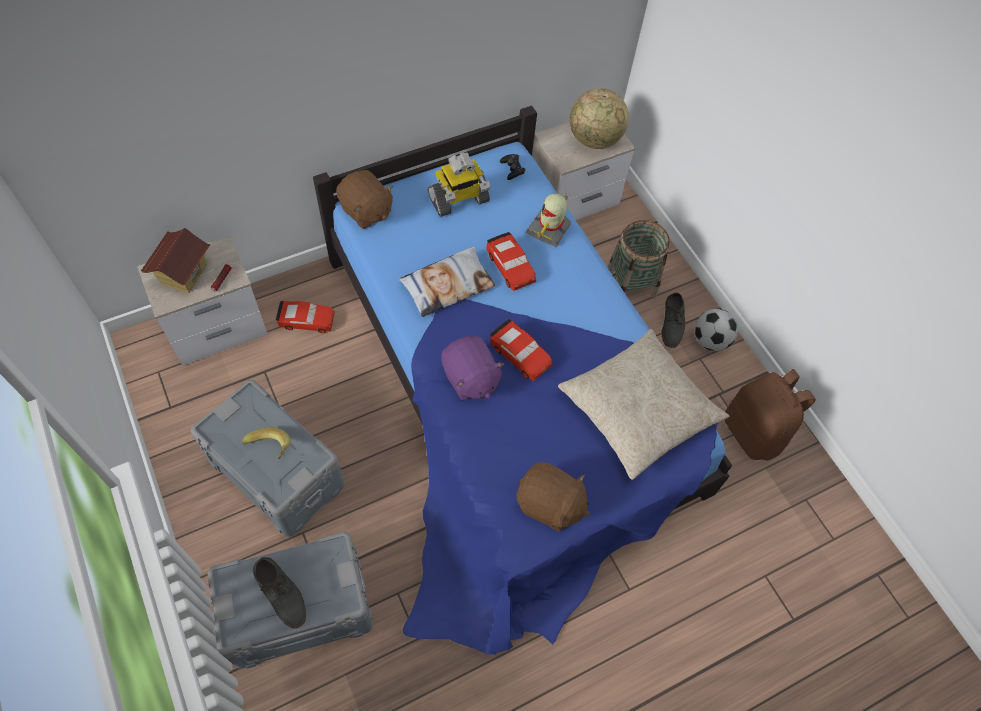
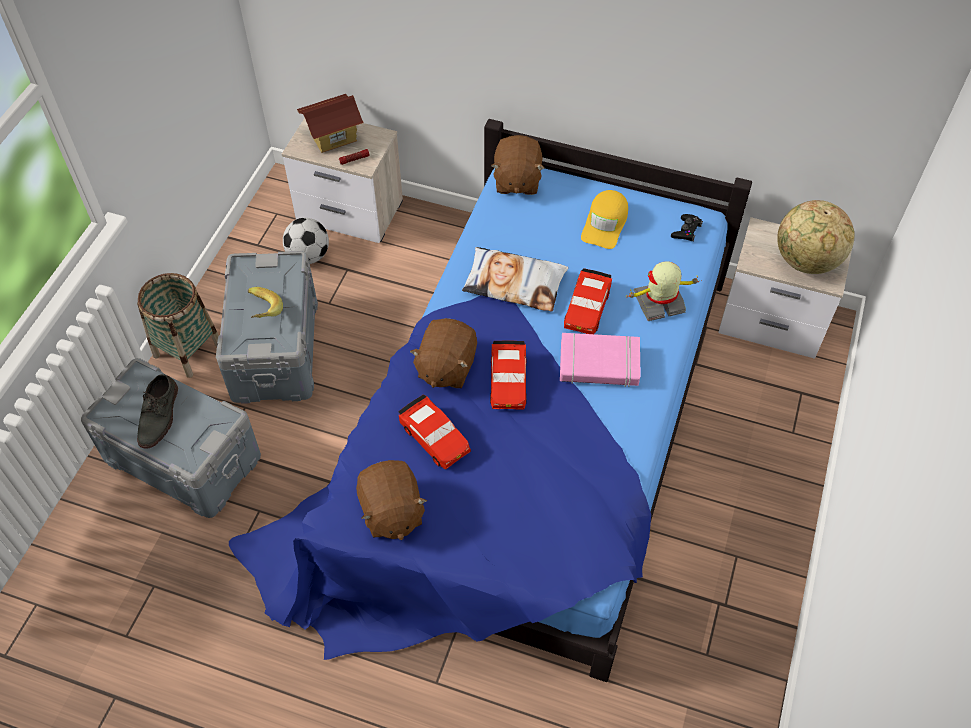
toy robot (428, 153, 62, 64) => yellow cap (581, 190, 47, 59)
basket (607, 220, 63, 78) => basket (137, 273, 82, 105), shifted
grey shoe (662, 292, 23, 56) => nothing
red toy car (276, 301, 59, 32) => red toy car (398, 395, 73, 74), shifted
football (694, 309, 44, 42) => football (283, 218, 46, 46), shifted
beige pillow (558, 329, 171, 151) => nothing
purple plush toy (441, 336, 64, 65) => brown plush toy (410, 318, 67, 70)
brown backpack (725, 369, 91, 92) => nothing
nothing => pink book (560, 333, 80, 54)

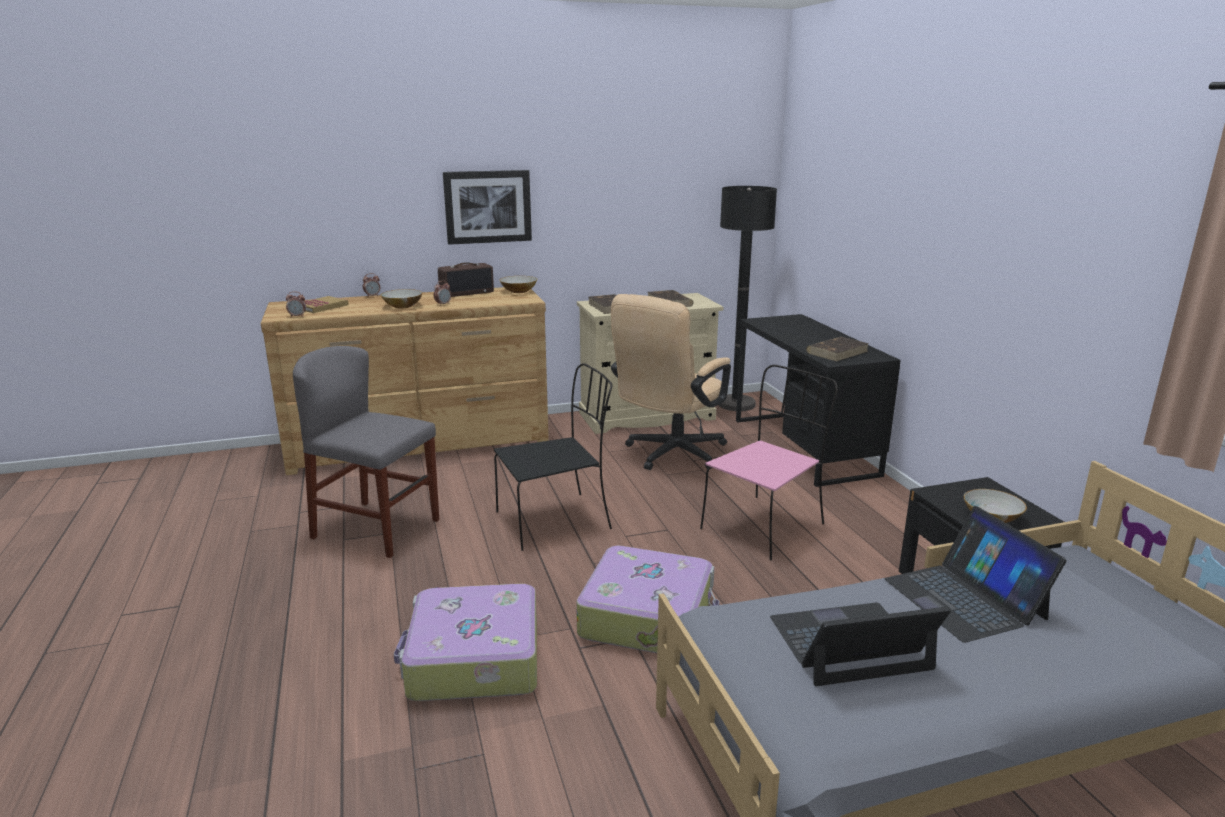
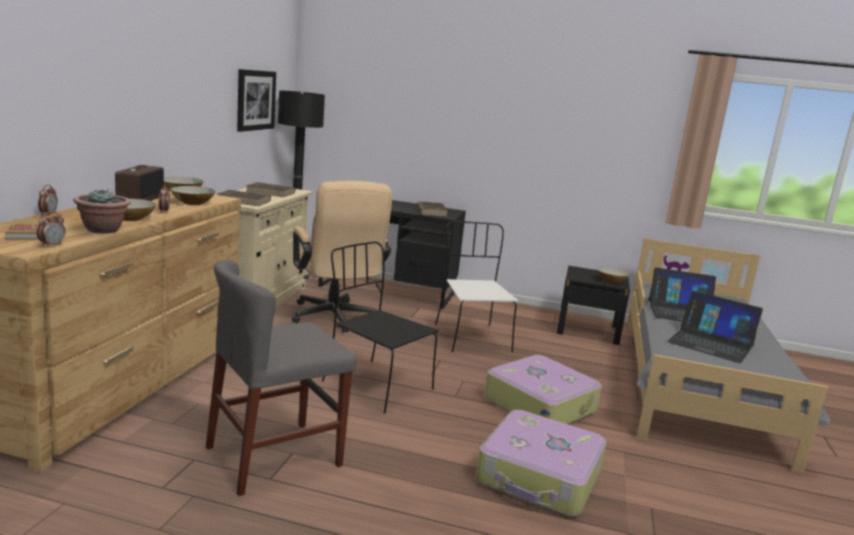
picture (443, 170, 89, 75) => picture (237, 69, 39, 63), shifted
black chair (494, 363, 118, 188) => black chair (322, 242, 116, 171), 60 degrees counterclockwise
pink chair (700, 365, 138, 195) => white chair (435, 221, 83, 131)
laptop (770, 603, 181, 83) => laptop (667, 291, 96, 72), 75 degrees counterclockwise
nothing => bowl (170, 186, 46, 19)
nothing => potted plant (73, 189, 58, 45)

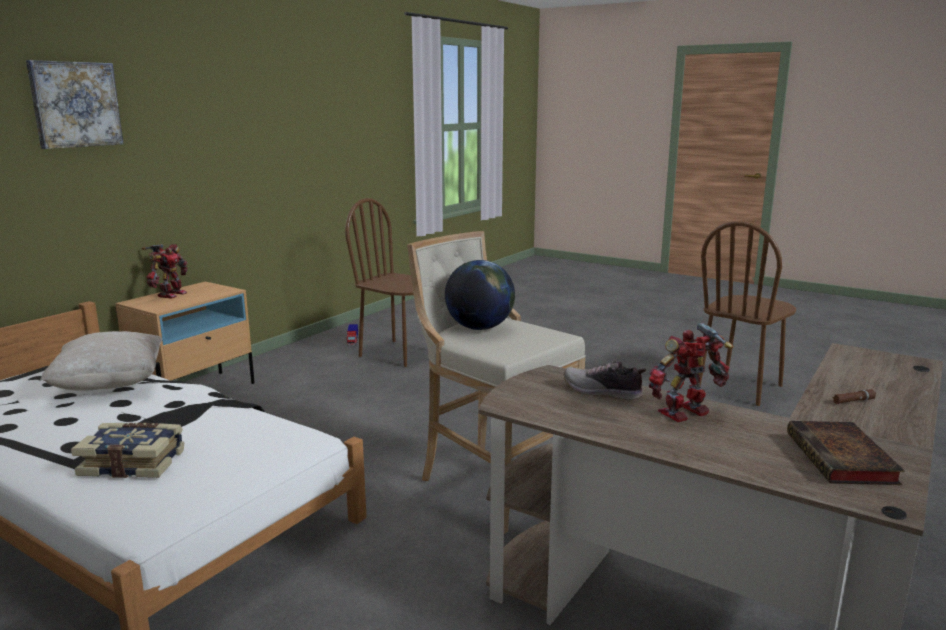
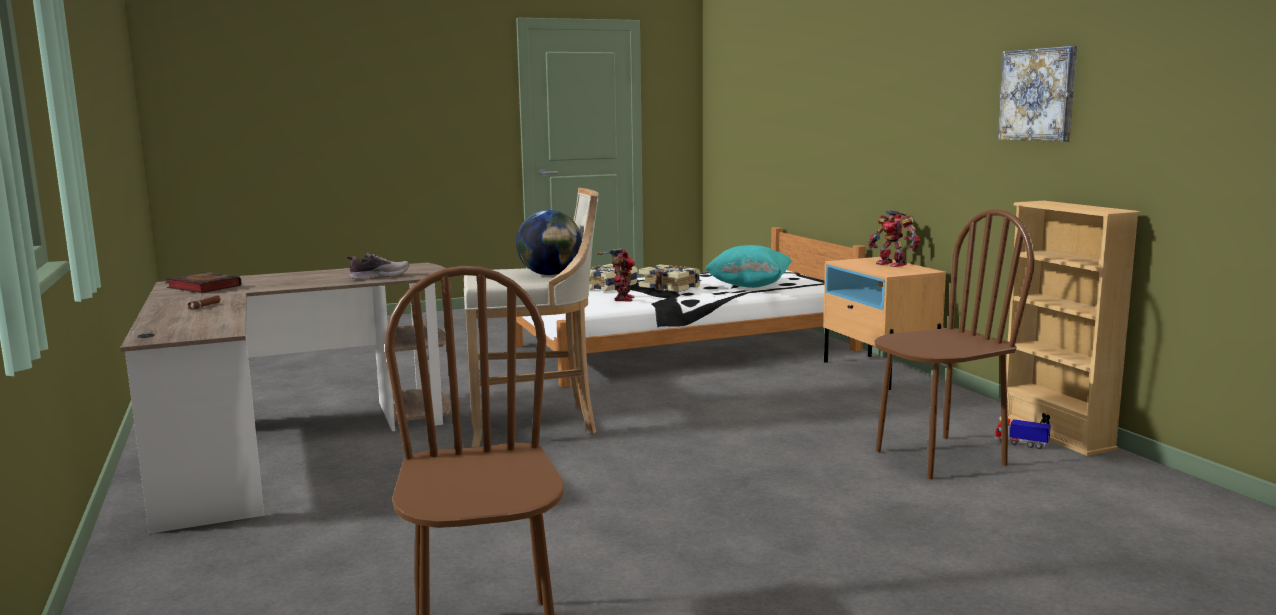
picture (26, 60, 98, 89) => picture (998, 46, 79, 96), shifted
toy robot (649, 323, 85, 99) => toy robot (597, 248, 38, 54), shifted
beige pillow (40, 331, 122, 60) => turquoise pillow (705, 245, 86, 43)
nothing => beige bookcase (999, 201, 141, 255)
nothing => book (639, 265, 61, 27)

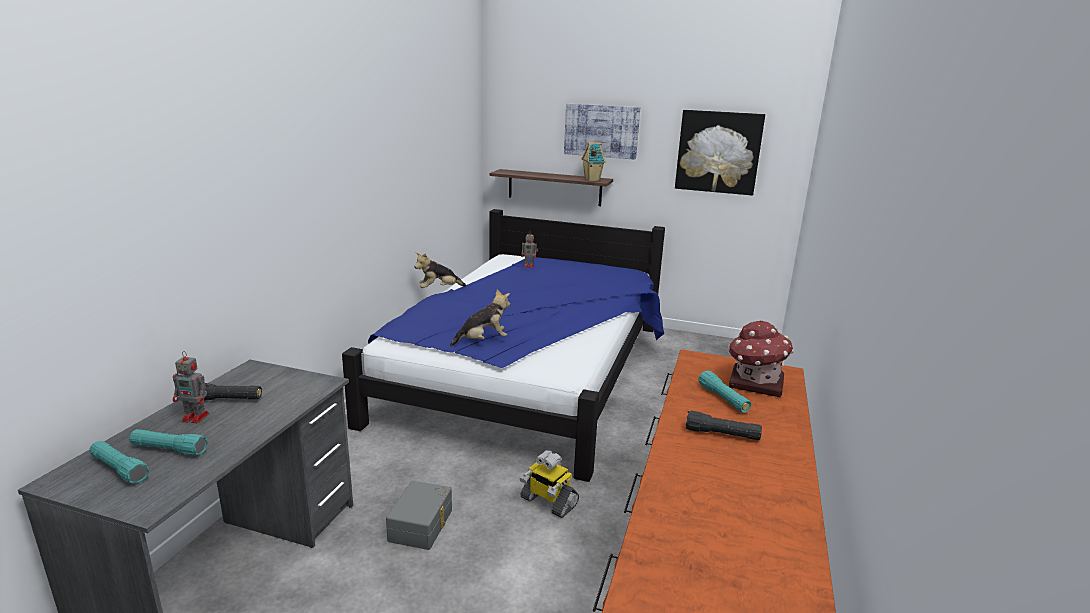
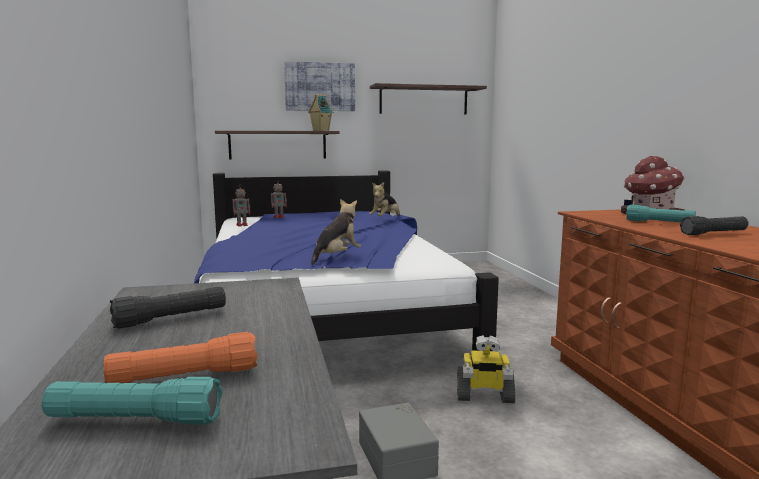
picture (675, 110, 90, 85) => shelf (370, 83, 117, 32)
plush toy (414, 253, 52, 35) => plush toy (369, 182, 31, 34), shifted
toy robot (173, 351, 37, 72) => toy robot (232, 187, 18, 40), shifted
turquoise flashlight (129, 429, 79, 27) => orange flashlight (104, 332, 154, 51)

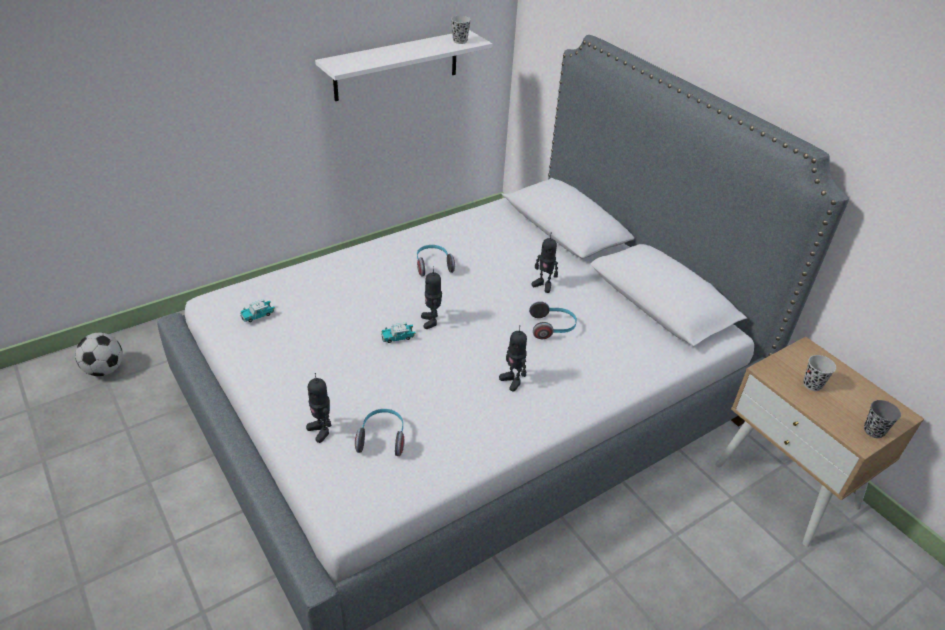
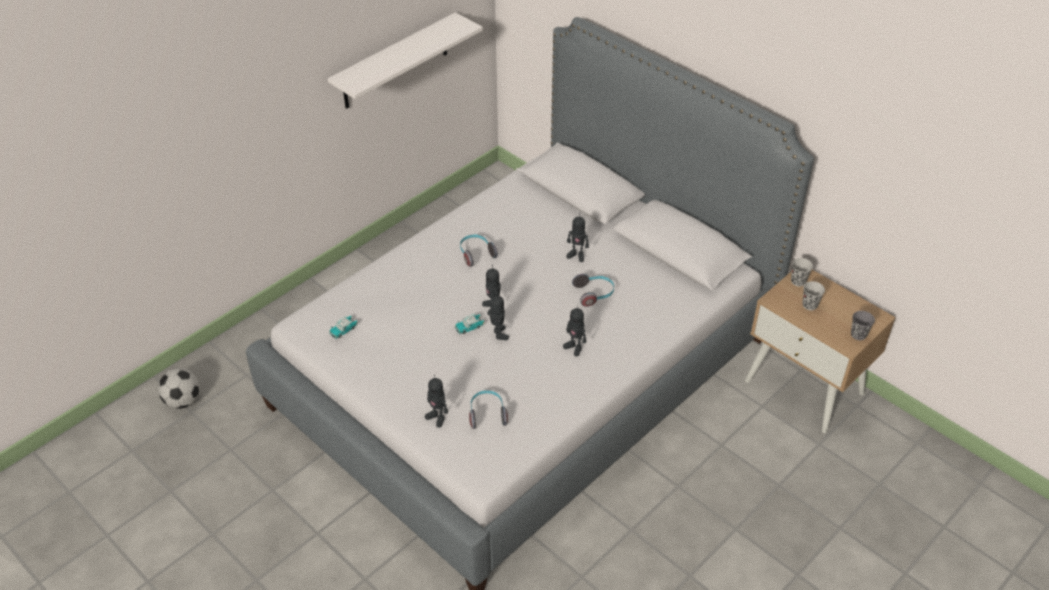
black cup (451, 16, 20, 28) => black cup (791, 258, 22, 28), shifted
nothing => toy robot (489, 292, 20, 48)

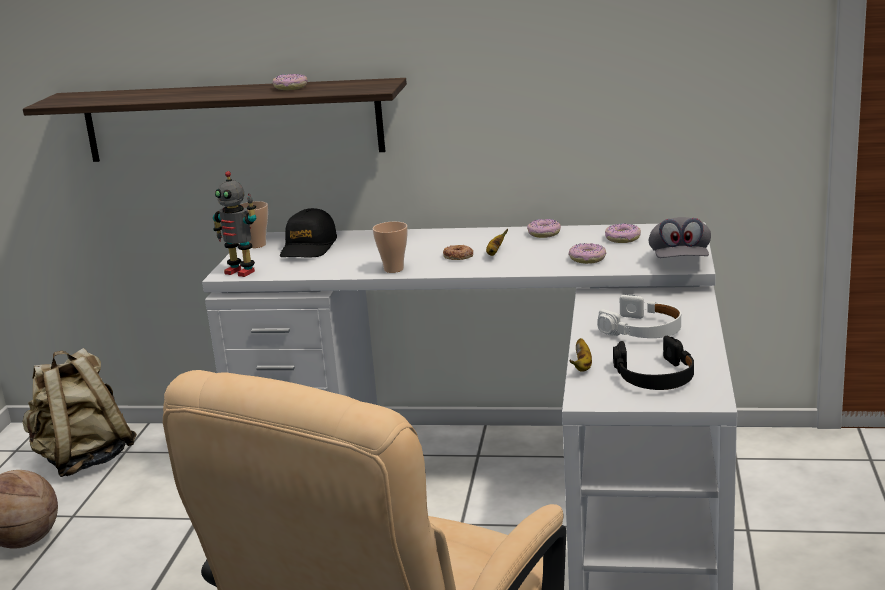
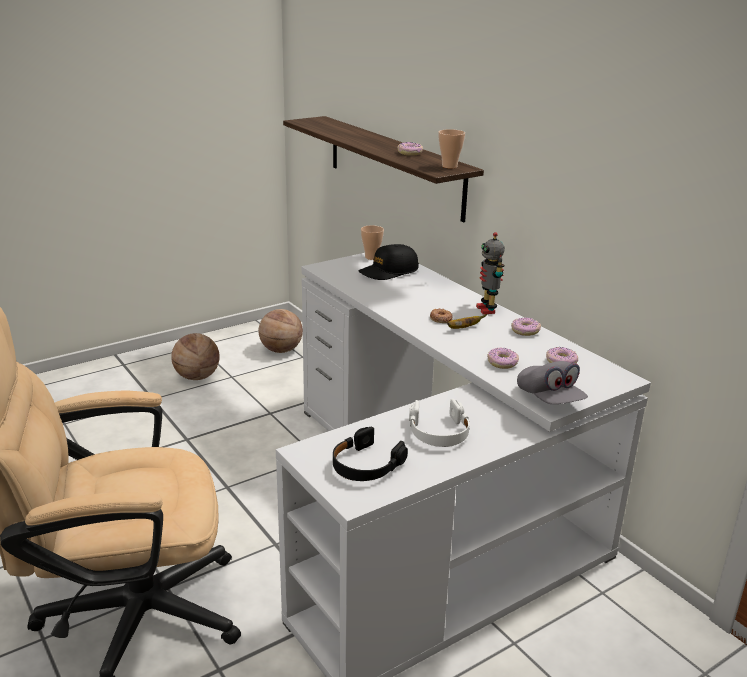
toy robot (213, 171, 43, 106) => toy robot (476, 232, 29, 83), shifted
grey cap (649, 217, 62, 41) => grey cap (517, 361, 71, 43), 75 degrees counterclockwise
cup (372, 222, 36, 51) => cup (438, 129, 27, 39), shifted
banana (569, 338, 23, 34) => nothing
beige backpack (23, 348, 114, 129) => basketball (259, 309, 44, 44)

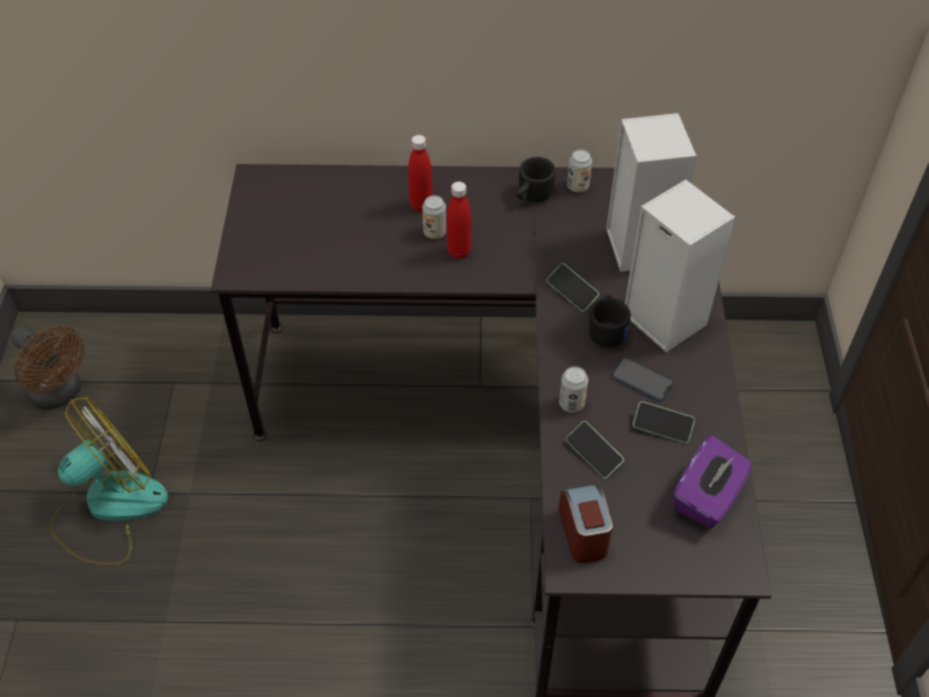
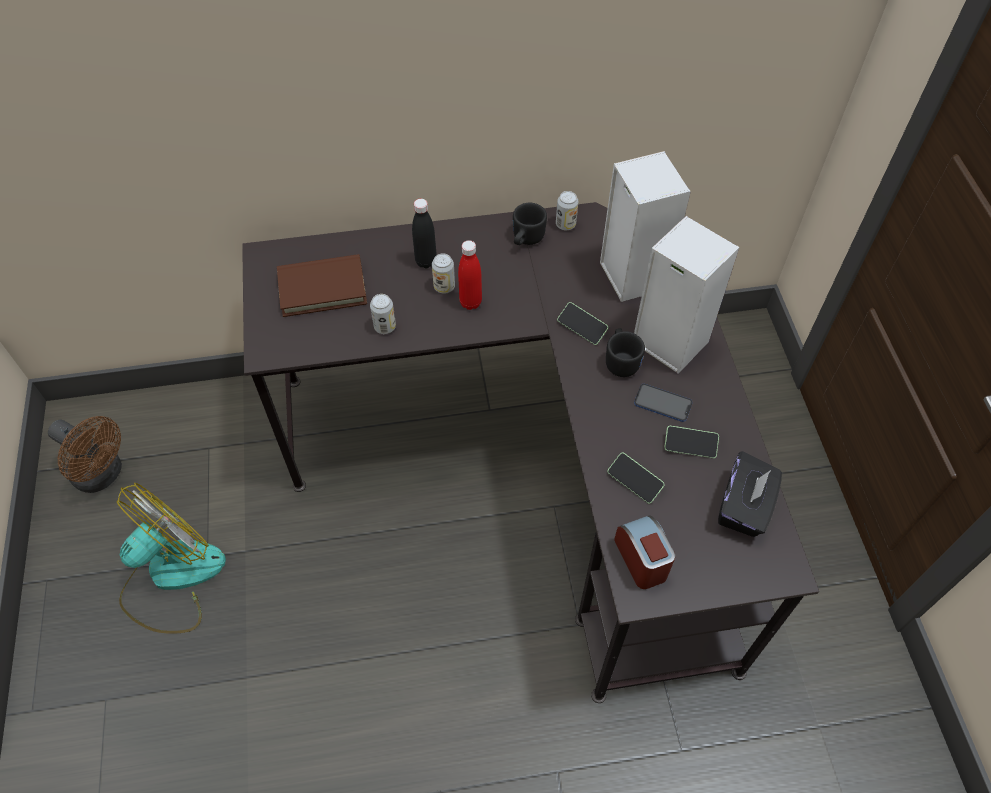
red bottle (408, 135, 25, 77) => black bottle (412, 199, 25, 69)
can (559, 366, 29, 47) => can (370, 294, 26, 40), shifted
purple tissue box (673, 435, 79, 93) => black tissue box (718, 451, 64, 86)
nothing => brown book (277, 254, 90, 63)

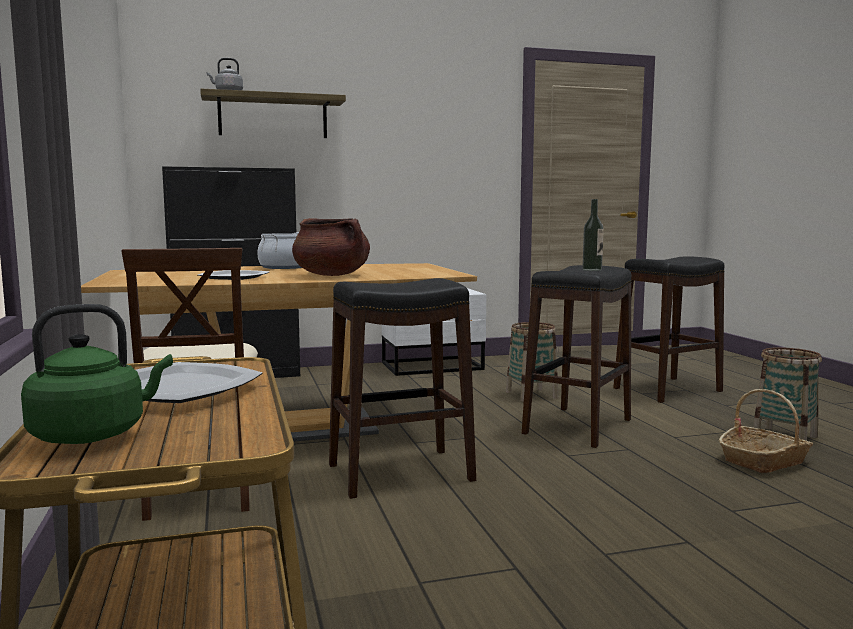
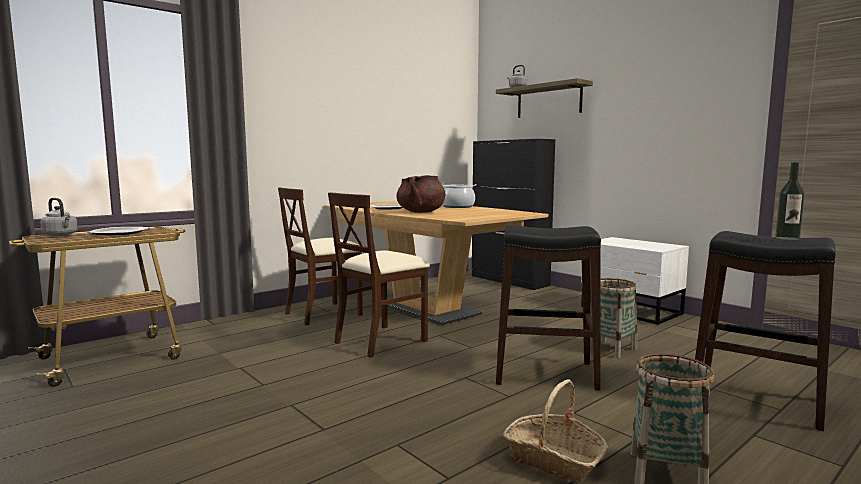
bottle (582, 199, 22, 72) => bottle (775, 162, 30, 78), shifted
black stool (329, 278, 147, 221) => beige chair (328, 192, 102, 166)
green kettle (21, 304, 152, 140) => grey kettle (40, 198, 38, 38)

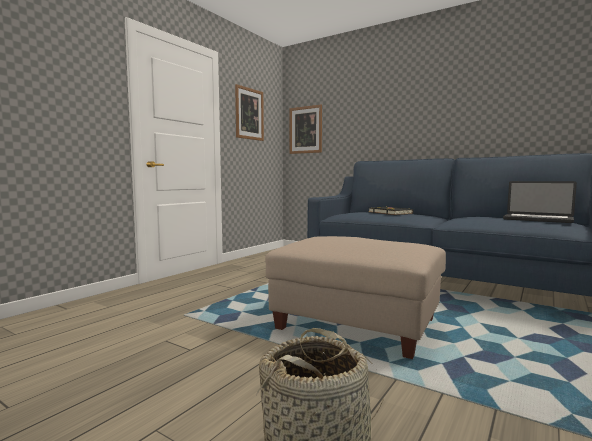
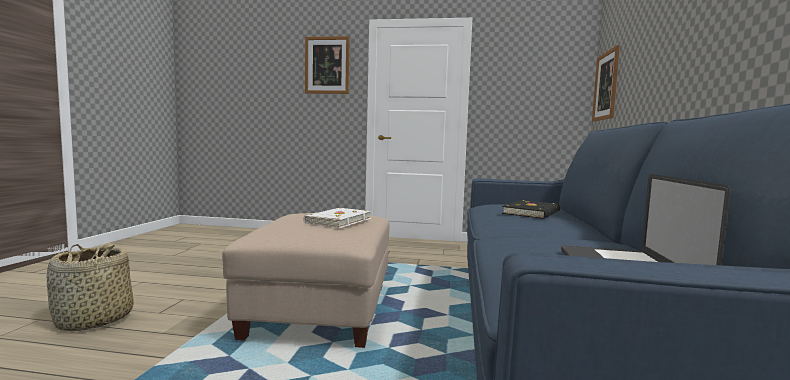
picture (235, 84, 29, 57) => picture (305, 36, 45, 58), shifted
nothing => white book (304, 208, 67, 20)

